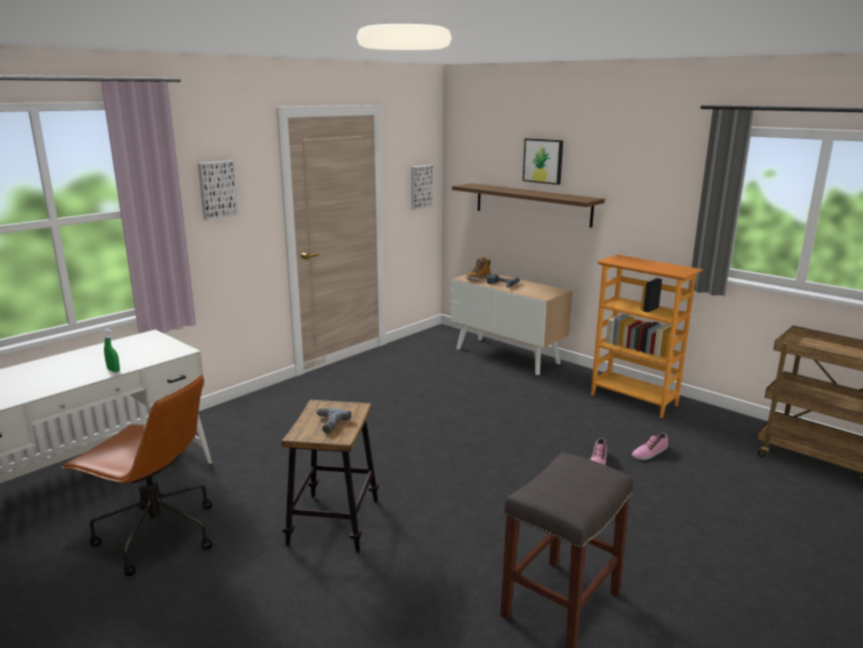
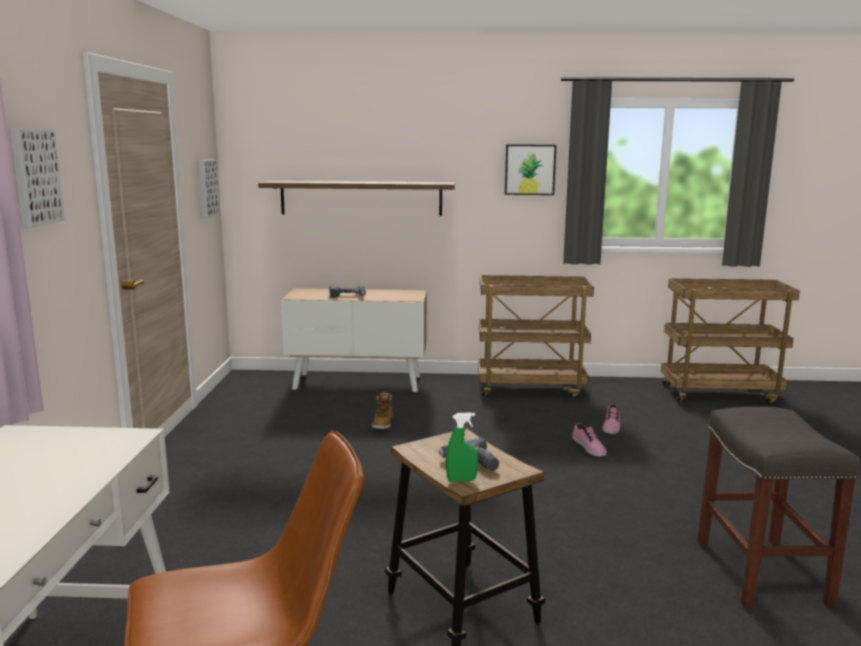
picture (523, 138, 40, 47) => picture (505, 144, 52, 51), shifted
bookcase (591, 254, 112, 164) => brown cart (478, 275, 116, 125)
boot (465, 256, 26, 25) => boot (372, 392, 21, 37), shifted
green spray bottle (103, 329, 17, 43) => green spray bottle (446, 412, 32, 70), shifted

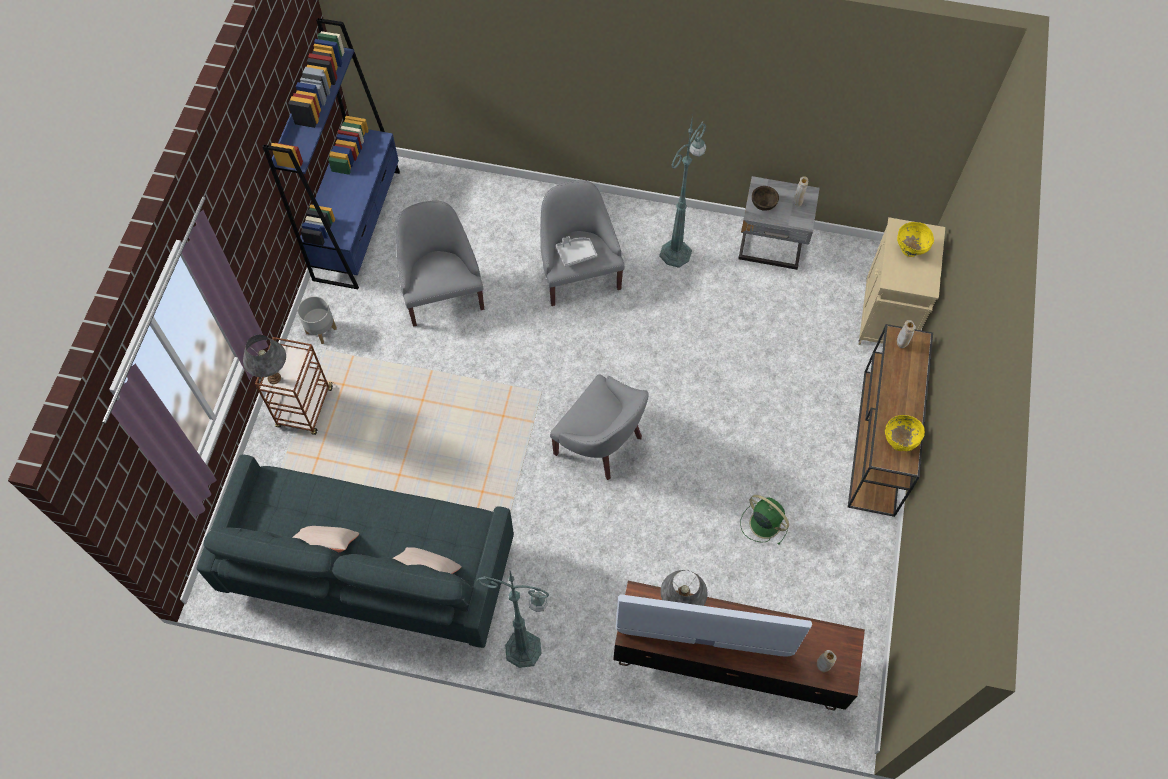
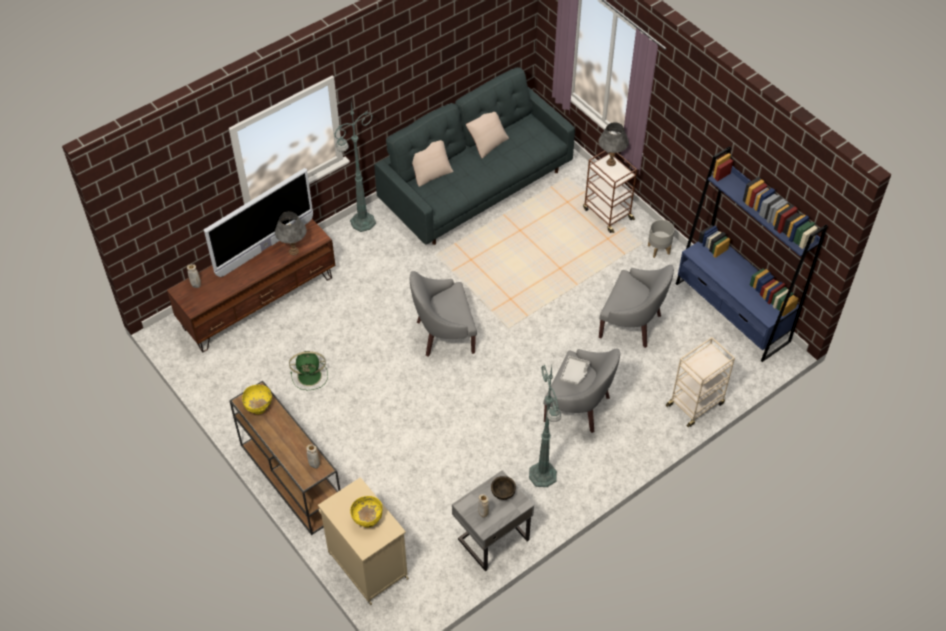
nothing => beige cart (666, 337, 69, 90)

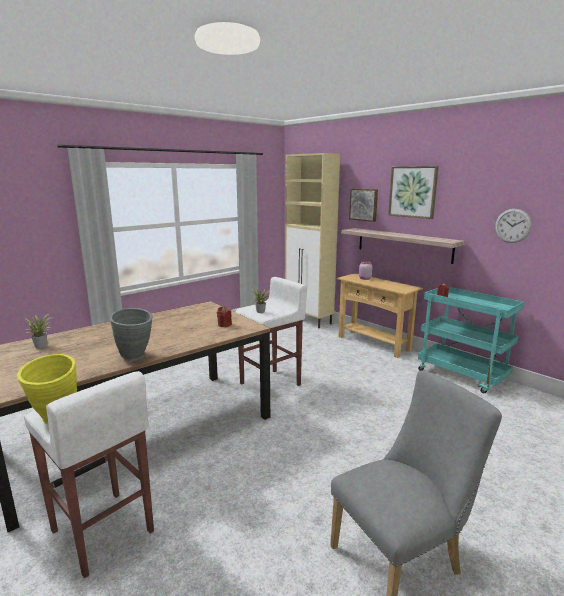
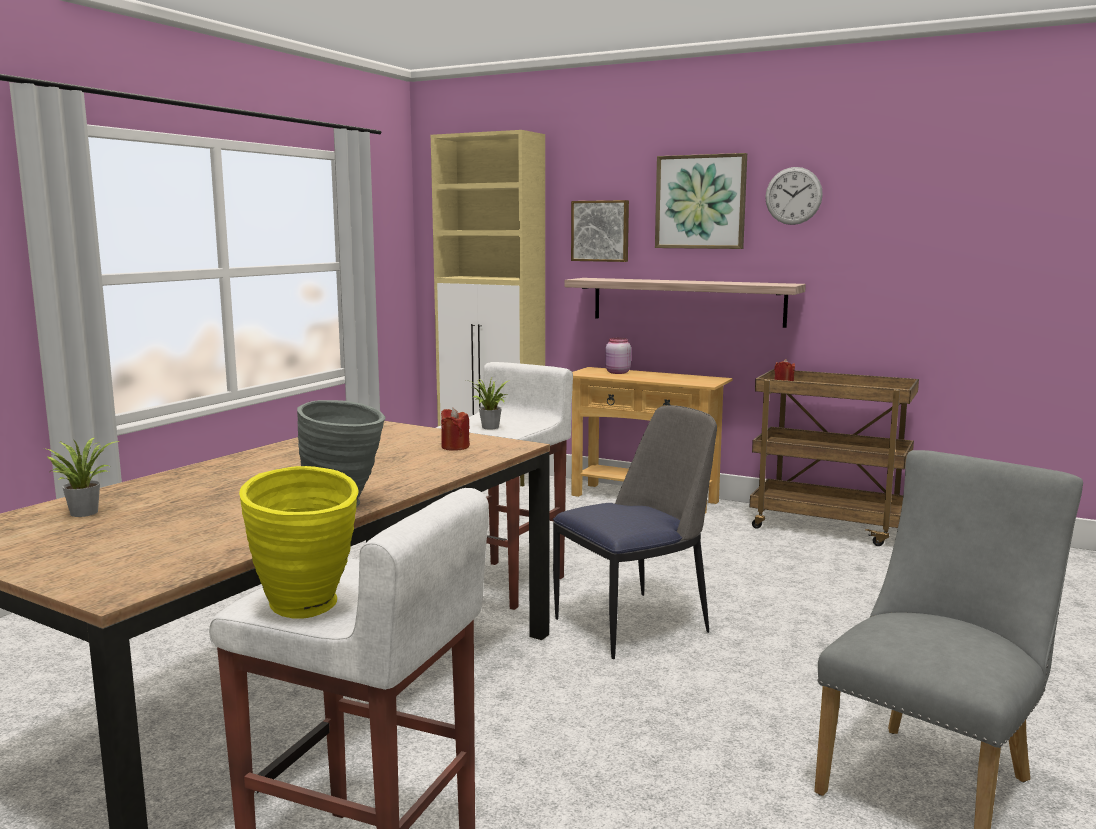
wall clock (495, 209, 37, 34) => wall clock (765, 167, 58, 58), shifted
turquoise cart (418, 287, 106, 106) => brown cart (750, 369, 169, 177)
nothing => chair (553, 405, 164, 254)

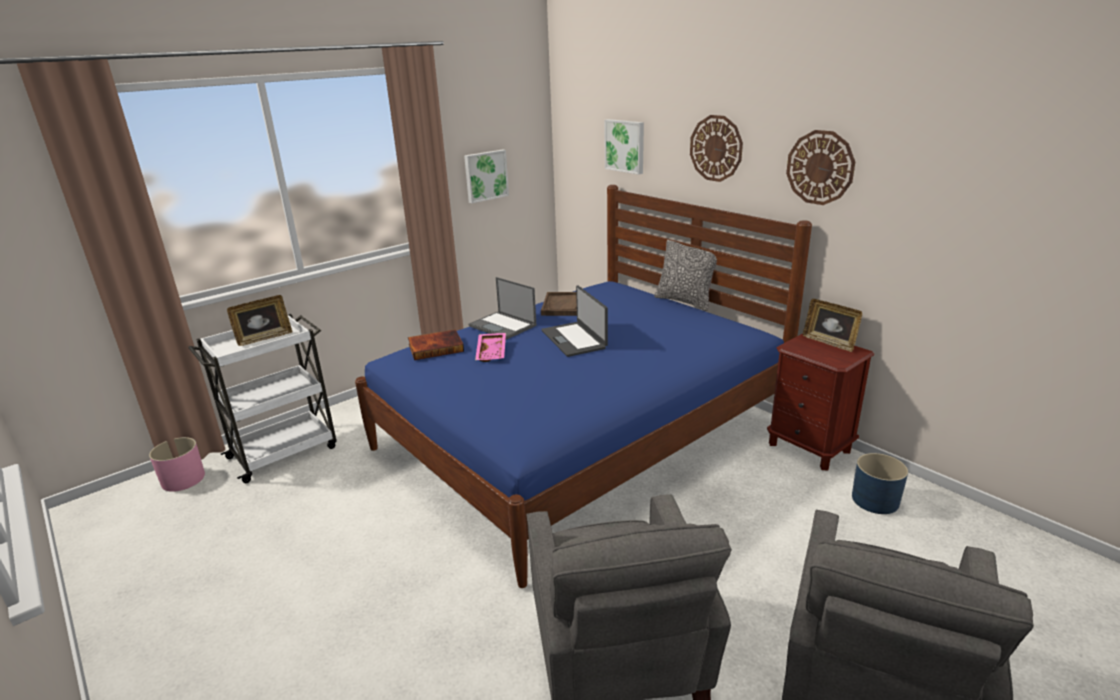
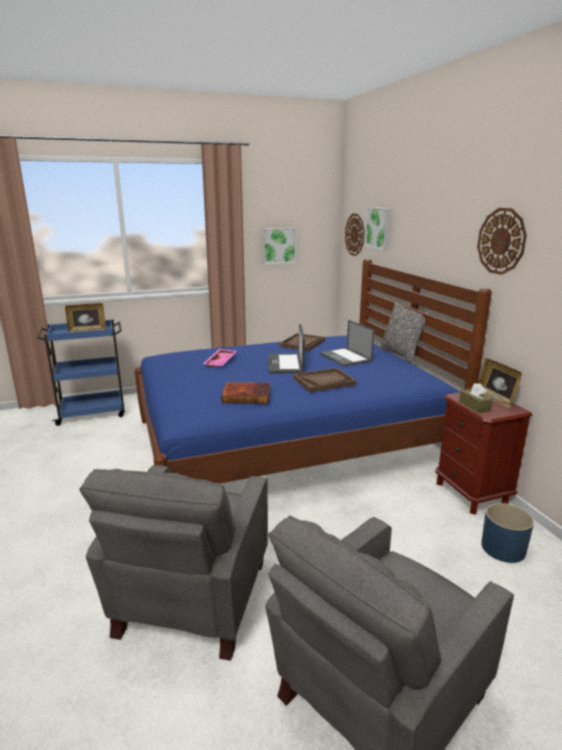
wall clock (690, 115, 53, 67) => wall clock (345, 214, 20, 42), shifted
laptop (469, 277, 68, 63) => laptop (320, 320, 55, 47), shifted
white cart (188, 314, 149, 169) => blue cart (38, 320, 87, 106)
book (408, 329, 56, 31) => book (221, 382, 49, 22), shifted
pink planter (149, 437, 56, 55) => nothing
nothing => brown tray (293, 368, 64, 25)
nothing => brown tissue box (459, 383, 34, 30)

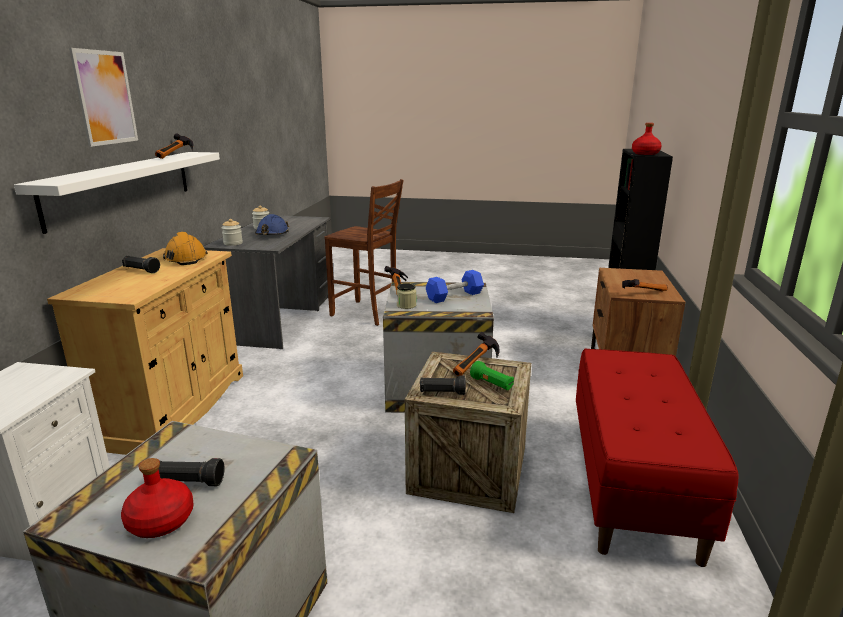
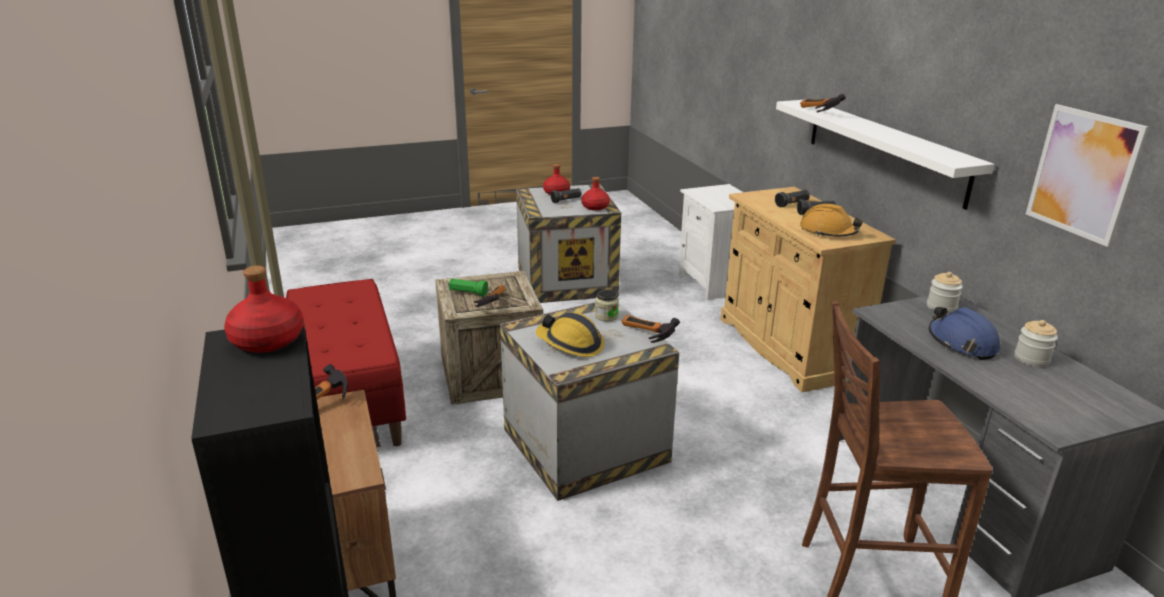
picture (69, 48, 69, 99) => picture (1026, 104, 123, 143), shifted
hammer (155, 133, 38, 26) => hammer (800, 94, 46, 18), shifted
blue dumbbell (426, 270, 58, 33) => hard hat (536, 313, 68, 44)
black flashlight (420, 375, 46, 20) => black flashlight (775, 190, 35, 17), shifted
nothing => red bottle (581, 177, 29, 33)

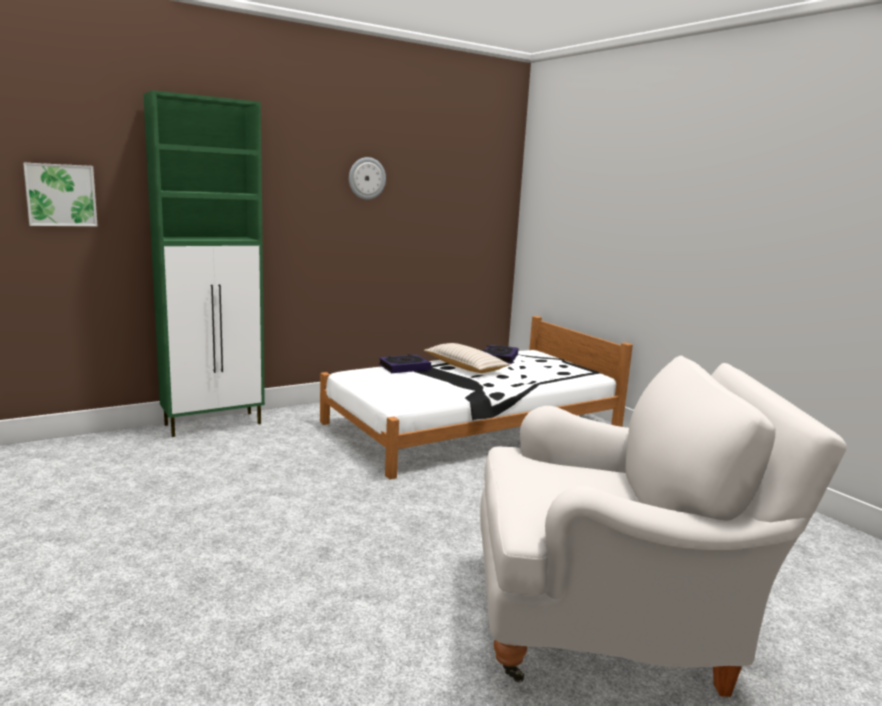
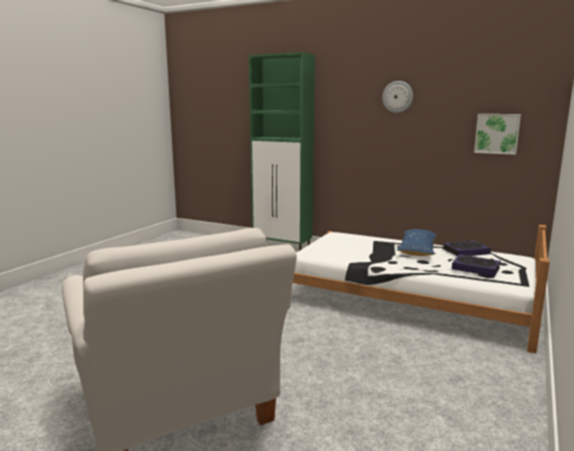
picture (23, 162, 74, 64) => picture (474, 114, 47, 41), shifted
beige pillow (424, 343, 86, 30) => blue pillow (397, 229, 40, 27)
book (379, 354, 52, 19) => book (452, 254, 49, 23), shifted

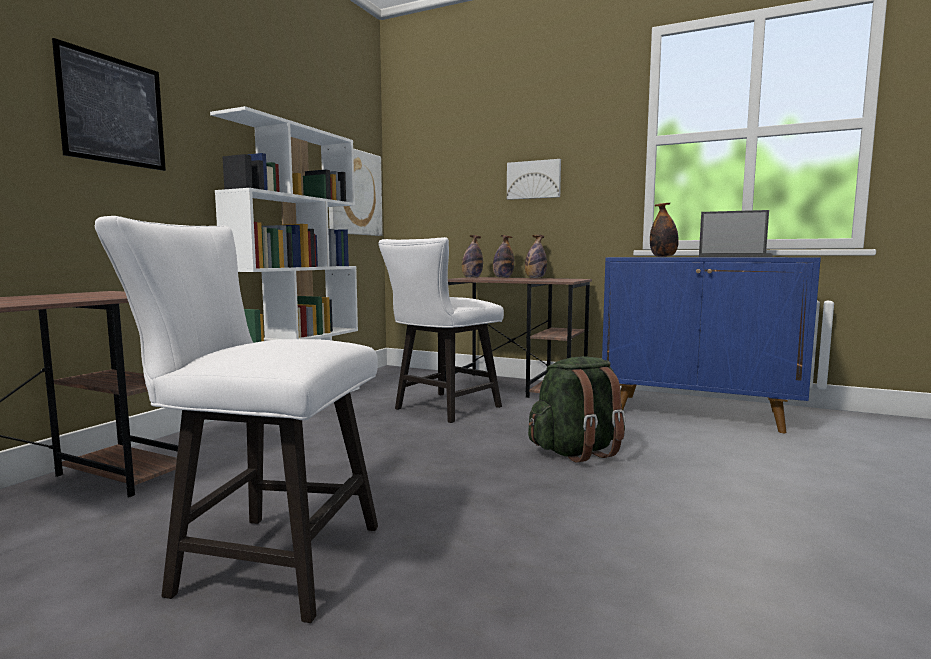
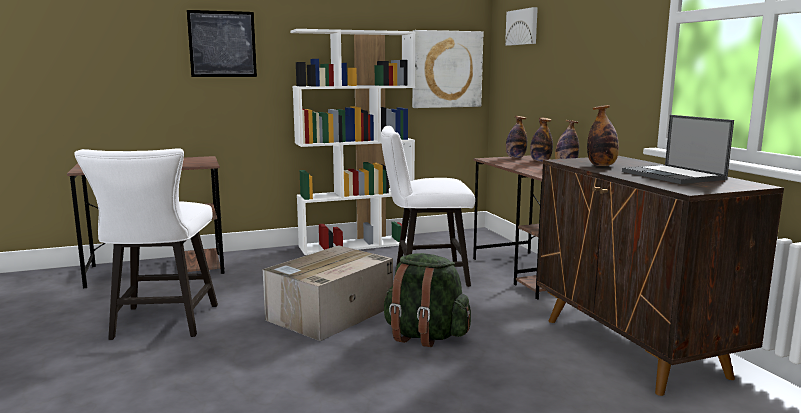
picture (507, 159, 54, 41) => picture (505, 7, 33, 39), shifted
white chair (95, 216, 283, 407) => white chair (74, 148, 144, 192), 150 degrees counterclockwise
blue cabinet (602, 257, 219, 176) => brown cabinet (537, 156, 247, 240)
nothing => cardboard box (263, 245, 130, 96)

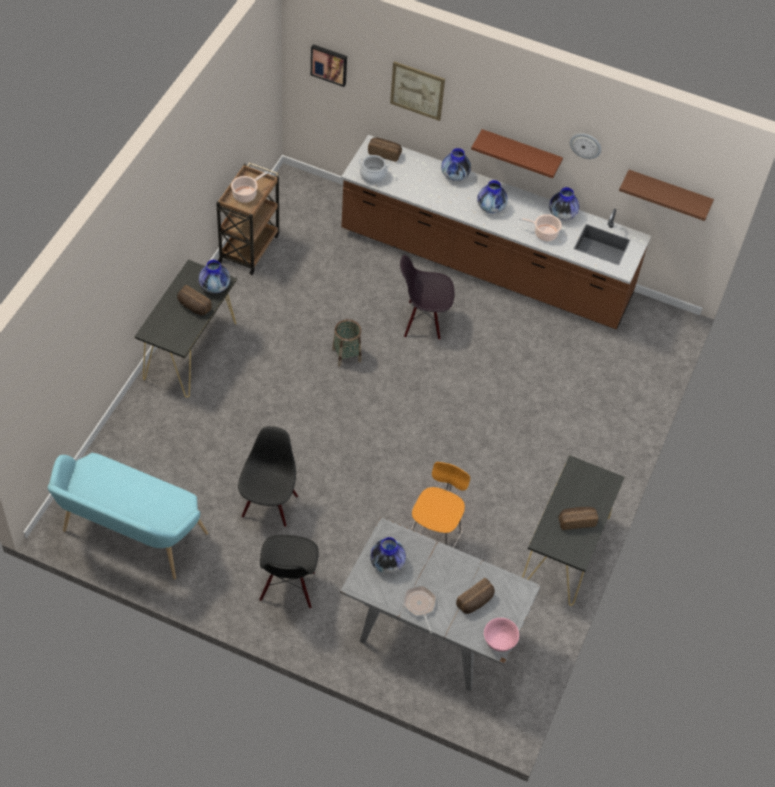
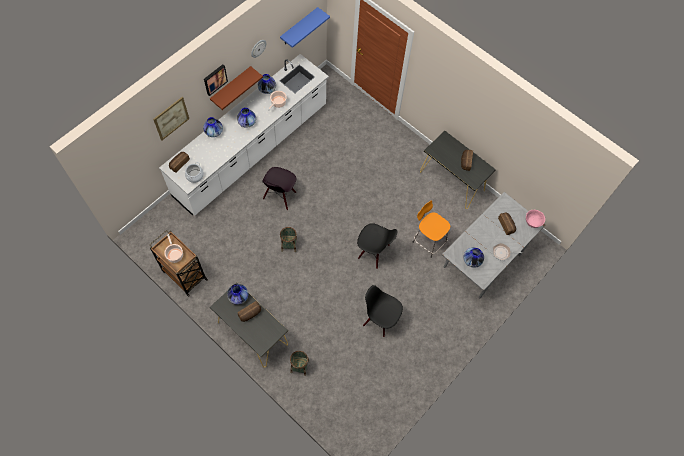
picture (311, 44, 36, 43) => picture (204, 64, 24, 32), shifted
brown counter (341, 135, 310, 195) => white counter (159, 54, 170, 162)
brown shelf (619, 170, 95, 51) => blue shelf (280, 7, 50, 41)
turquoise bench (48, 453, 160, 127) => nothing
black chair (259, 535, 60, 74) => black chair (357, 223, 41, 46), shifted
nothing => basket (290, 351, 19, 25)

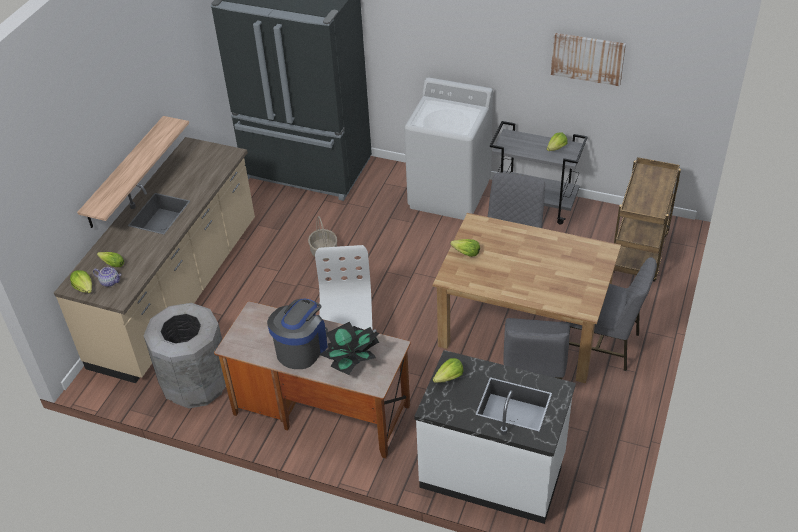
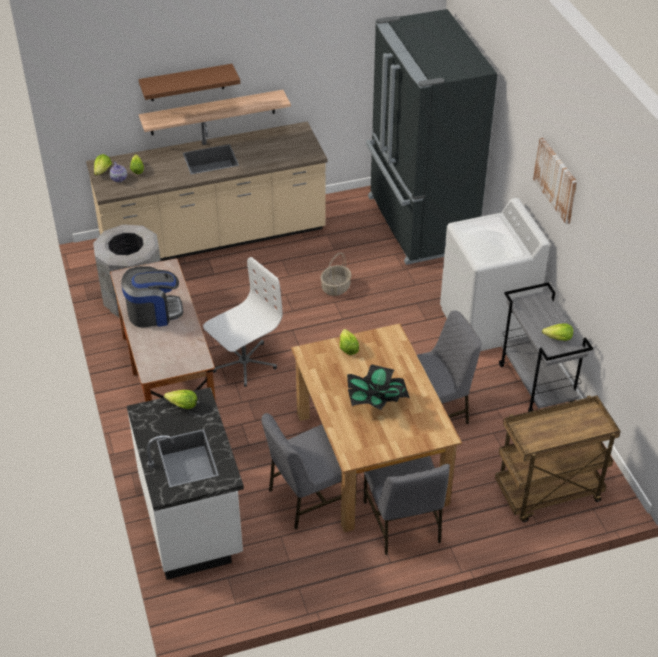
picture (551, 33, 75, 53) => picture (533, 137, 44, 87), shifted
potted plant (320, 322, 59, 53) => potted plant (347, 364, 63, 46), shifted
nothing => brown shelf (139, 64, 101, 37)

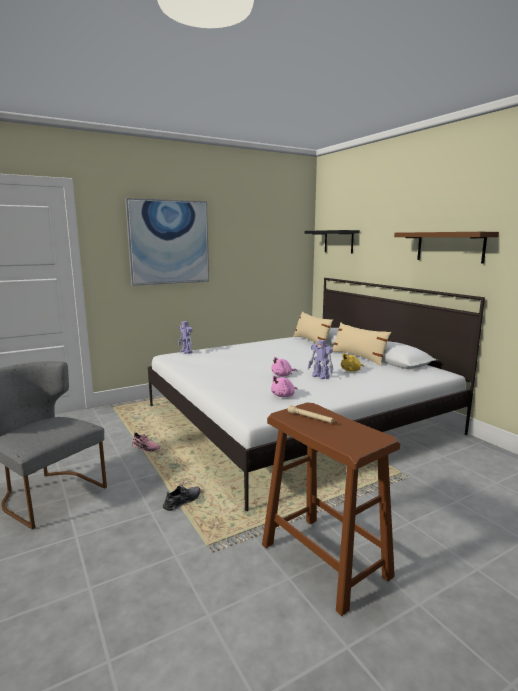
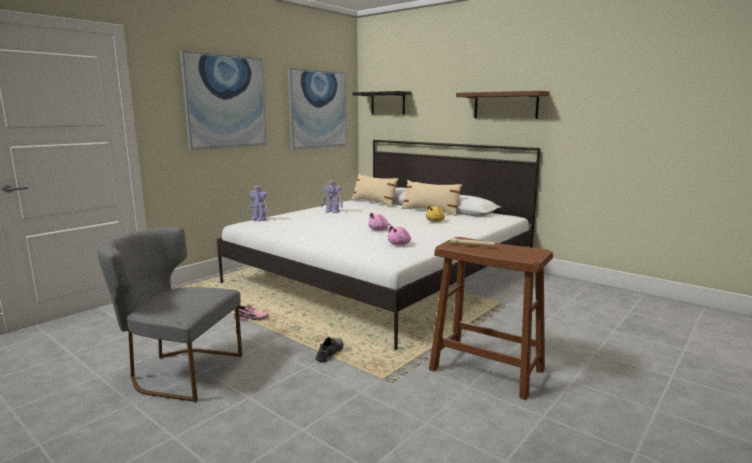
toy robot (308, 340, 25, 39) => toy robot (321, 181, 22, 32), shifted
nothing => picture (288, 68, 59, 82)

